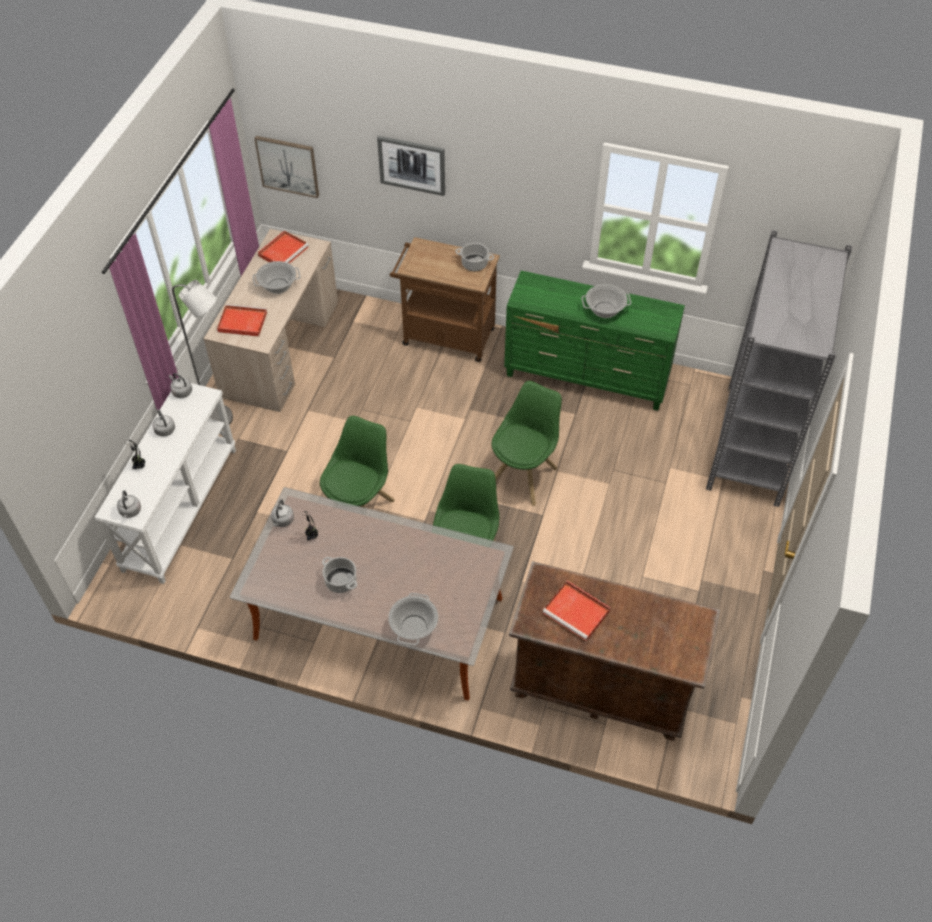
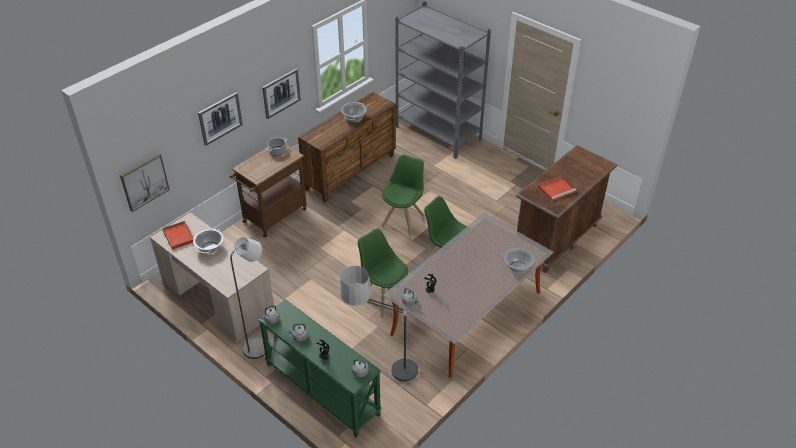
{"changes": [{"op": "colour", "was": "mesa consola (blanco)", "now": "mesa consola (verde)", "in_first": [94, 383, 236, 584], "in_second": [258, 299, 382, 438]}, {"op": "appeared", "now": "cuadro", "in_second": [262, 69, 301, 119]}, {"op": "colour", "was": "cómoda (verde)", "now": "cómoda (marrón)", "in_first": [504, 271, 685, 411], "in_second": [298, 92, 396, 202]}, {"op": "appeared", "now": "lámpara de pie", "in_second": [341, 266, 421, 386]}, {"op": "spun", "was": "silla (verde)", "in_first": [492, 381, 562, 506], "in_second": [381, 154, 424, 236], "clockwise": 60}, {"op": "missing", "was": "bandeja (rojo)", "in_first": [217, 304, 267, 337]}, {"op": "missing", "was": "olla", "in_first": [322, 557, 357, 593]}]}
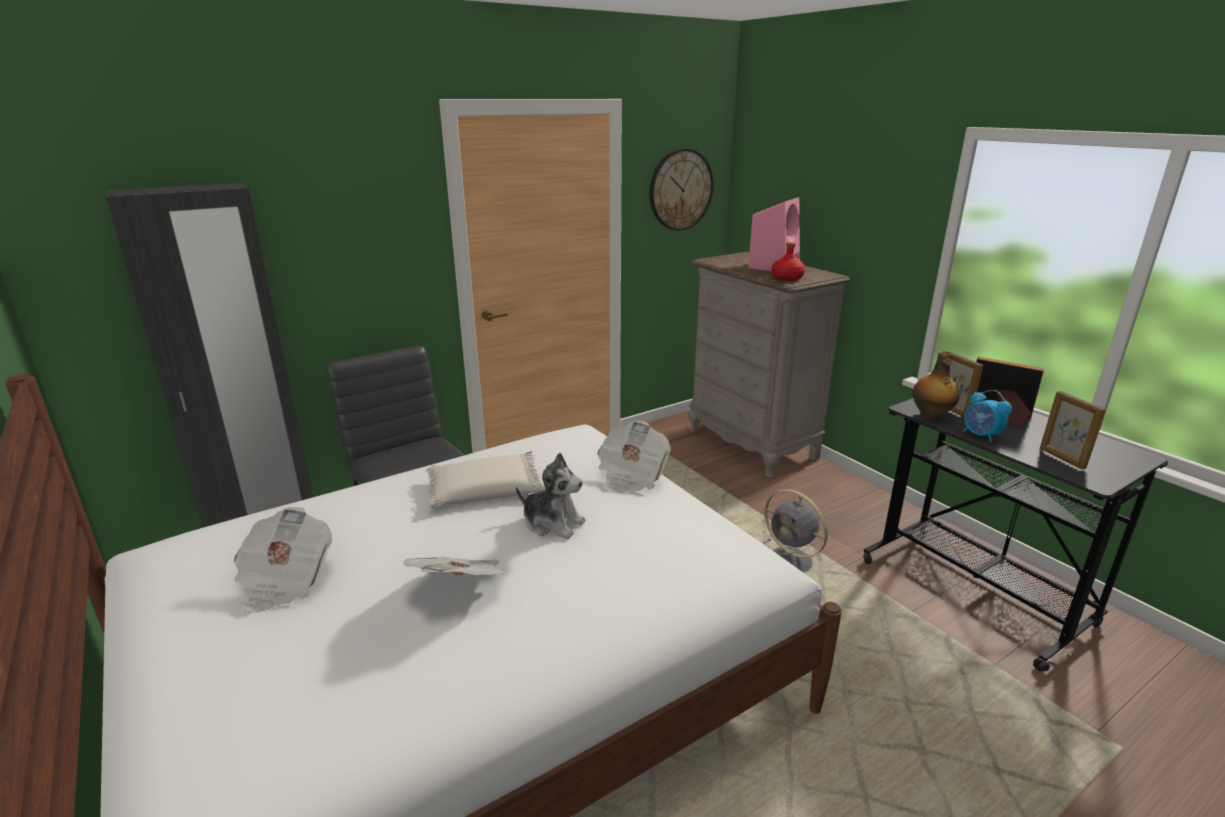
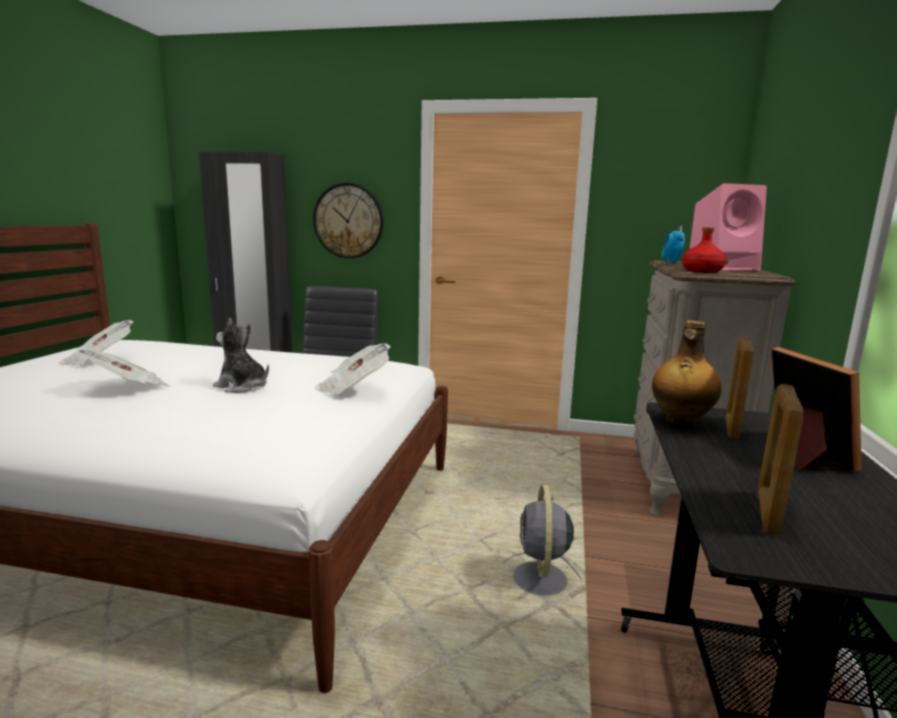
{"changes": [{"op": "spun", "was": "peluche", "in_first": [516, 452, 586, 539], "in_second": [213, 318, 269, 393], "clockwise": 135}, {"op": "relocated", "was": "reloj de pared", "in_first": [649, 148, 714, 230], "in_second": [313, 183, 383, 258]}, {"op": "relocated", "was": "despertador", "in_first": [963, 390, 1012, 443], "in_second": [662, 226, 685, 263]}, {"op": "missing", "was": "cojín (blanco)", "in_first": [426, 451, 546, 508]}]}
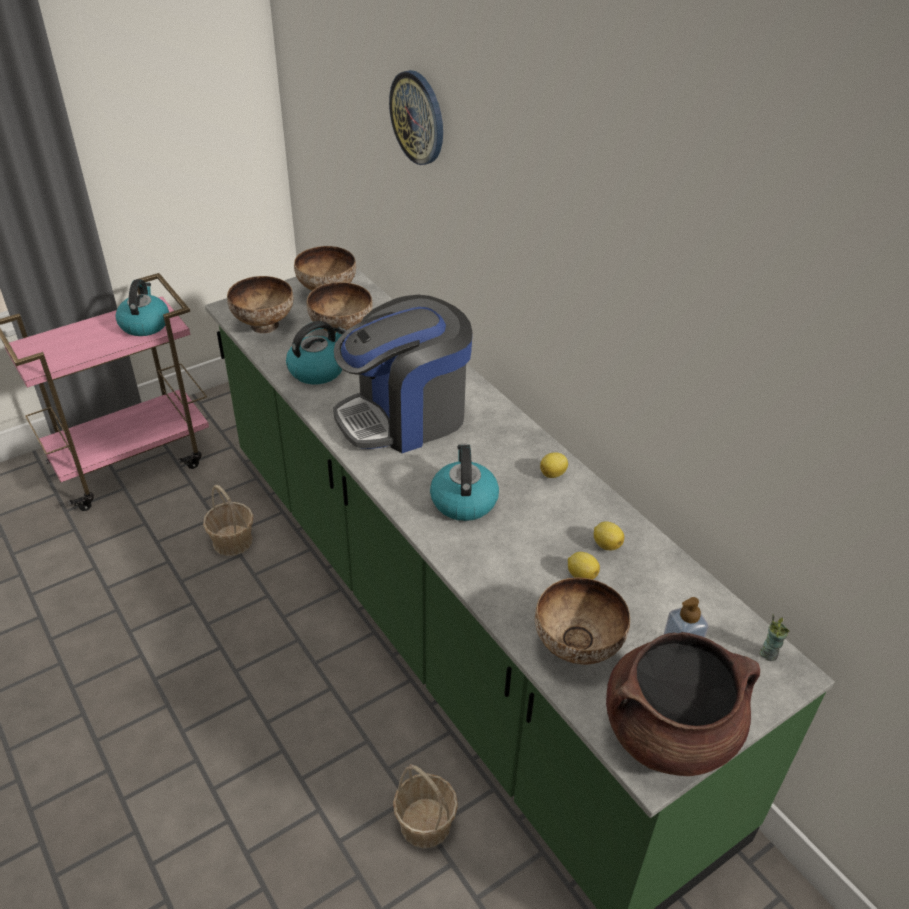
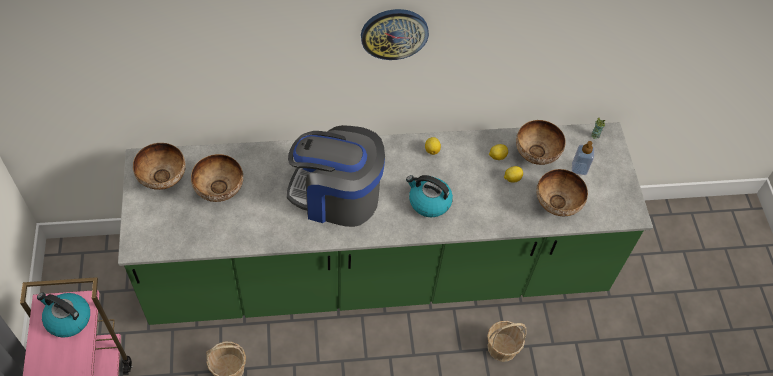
{"changes": [{"op": "spun", "was": "cafetera", "in_first": [333, 295, 473, 453], "in_second": [287, 125, 385, 227], "clockwise": 105}, {"op": "relocated", "was": "reloj de pared", "in_first": [389, 70, 443, 165], "in_second": [361, 9, 429, 60]}, {"op": "relocated", "was": "cuenco", "in_first": [227, 276, 294, 333], "in_second": [516, 120, 565, 165]}, {"op": "missing", "was": "hervidor", "in_first": [286, 321, 346, 384]}, {"op": "missing", "was": "olla (marrón)", "in_first": [606, 632, 760, 776]}]}
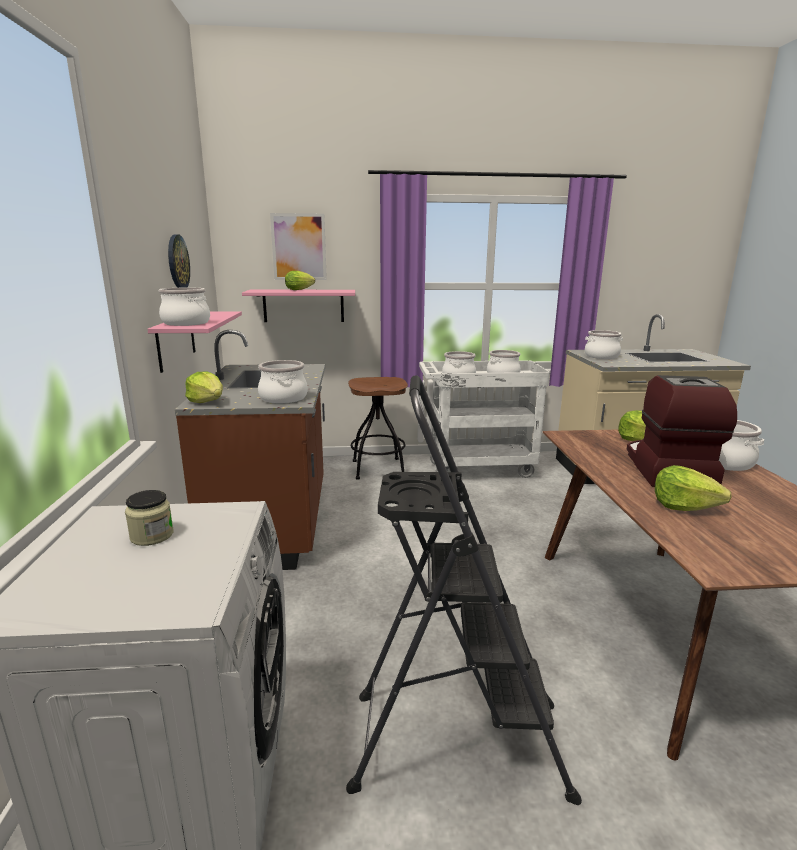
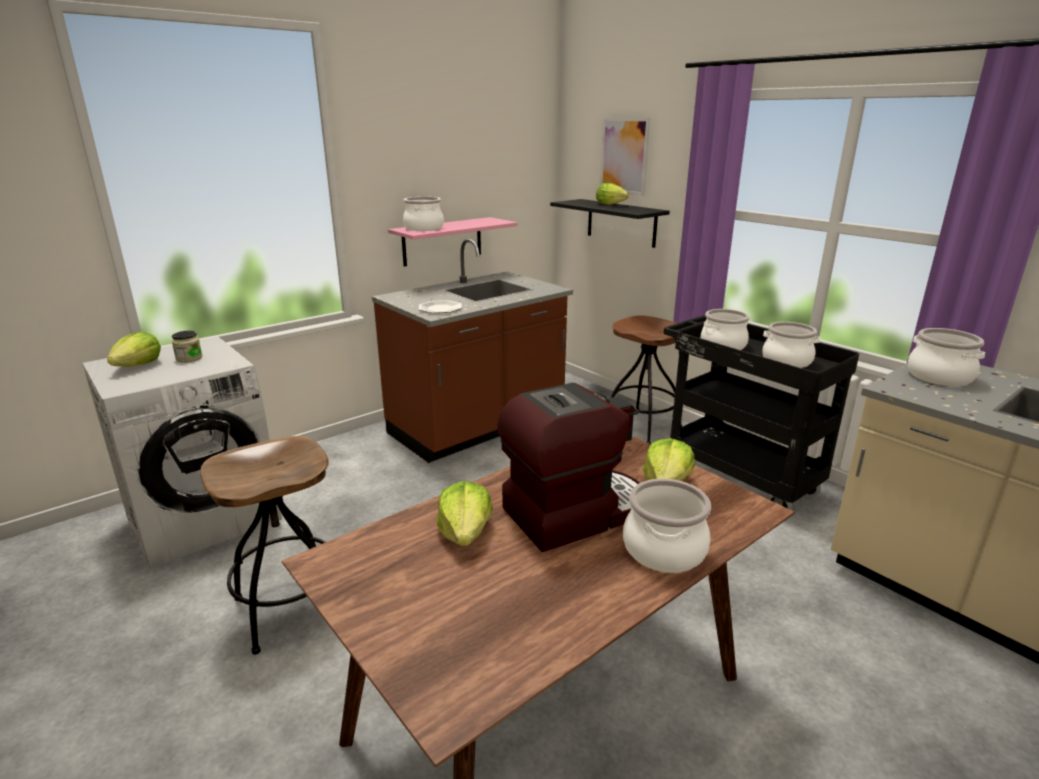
{"changes": [{"op": "relocated", "was": "lechuga", "in_first": [185, 372, 223, 403], "in_second": [107, 332, 161, 367]}, {"op": "exchanged", "was": "escalera de tijera", "now": "taburete (marrón)", "in_first": [346, 375, 582, 805], "in_second": [200, 436, 329, 655]}, {"op": "exchanged", "was": "olla", "now": "plato", "in_first": [258, 360, 308, 403], "in_second": [418, 300, 462, 313]}, {"op": "colour", "was": "estante (rosa)", "now": "estante (negro)", "in_first": [242, 290, 355, 322], "in_second": [550, 199, 670, 248]}, {"op": "colour", "was": "carrito (blanco)", "now": "carrito (negro)", "in_first": [419, 361, 550, 478], "in_second": [663, 315, 859, 510]}, {"op": "missing", "was": "reloj de pared", "in_first": [168, 234, 190, 288]}]}
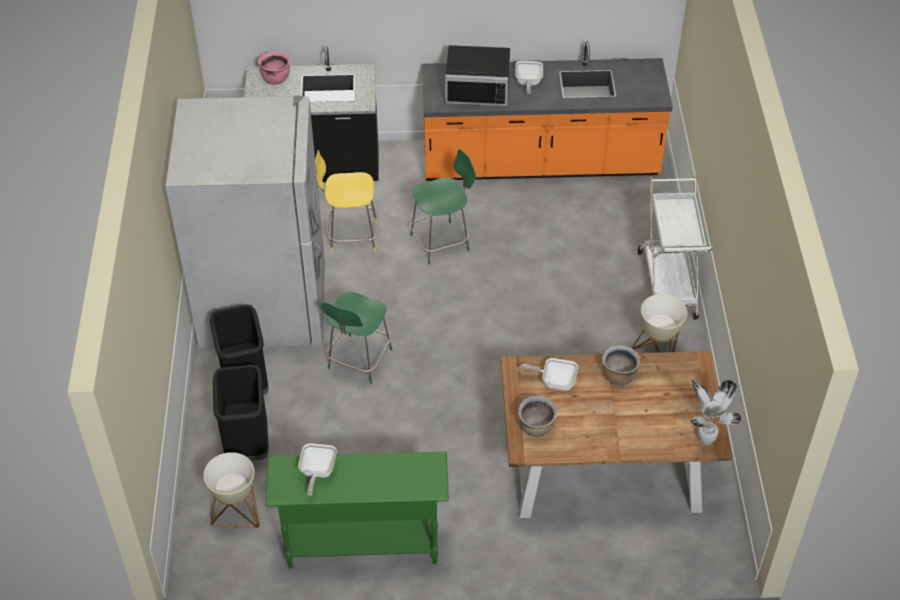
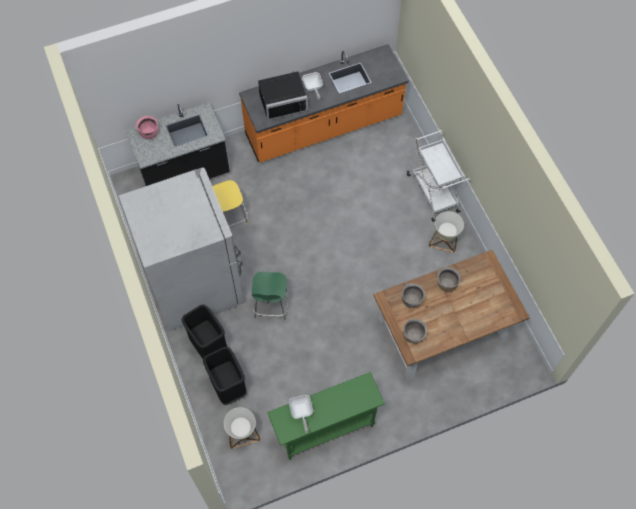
{"changes": [{"op": "exchanged", "was": "sartén", "now": "olla (marrón)", "in_first": [520, 358, 578, 391], "in_second": [402, 283, 425, 308]}, {"op": "missing", "was": "taburete (verde)", "in_first": [410, 149, 476, 264]}, {"op": "missing", "was": "planta en maceta", "in_first": [690, 379, 741, 445]}]}
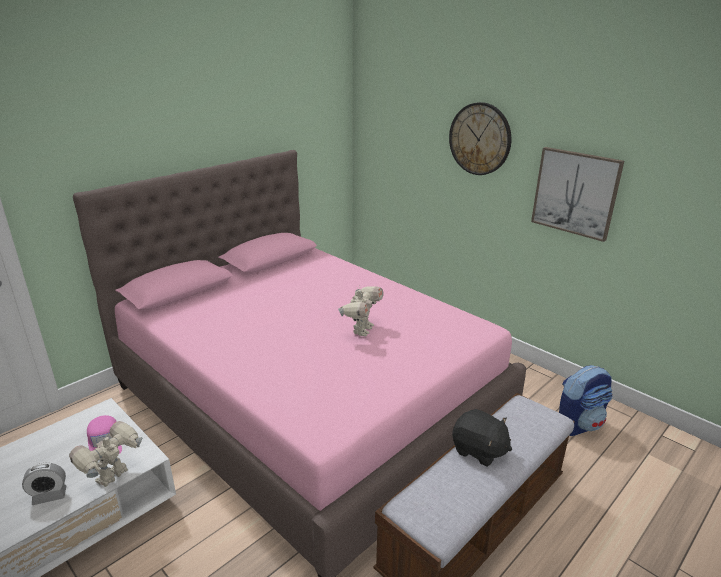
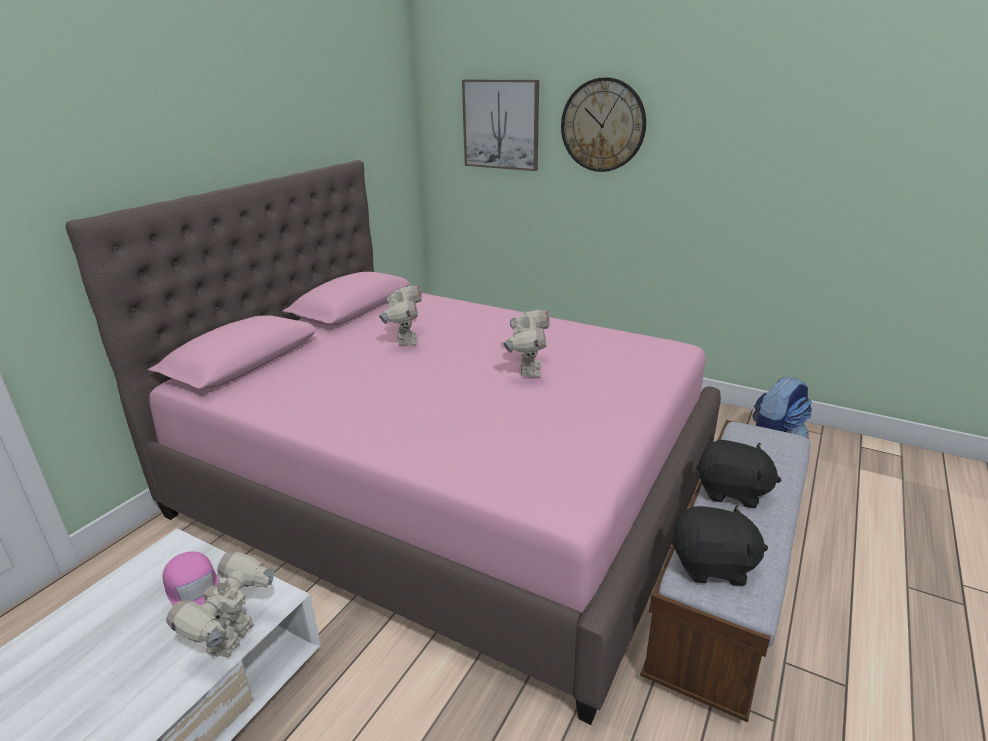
{"changes": [{"op": "appeared", "now": "robot de juguete", "in_second": [379, 284, 422, 346]}, {"op": "relocated", "was": "cuadro", "in_first": [531, 147, 624, 242], "in_second": [462, 79, 539, 171]}, {"op": "appeared", "now": "peluche (negro)", "in_second": [671, 504, 768, 586]}, {"op": "missing", "was": "despertador", "in_first": [22, 463, 66, 505]}]}
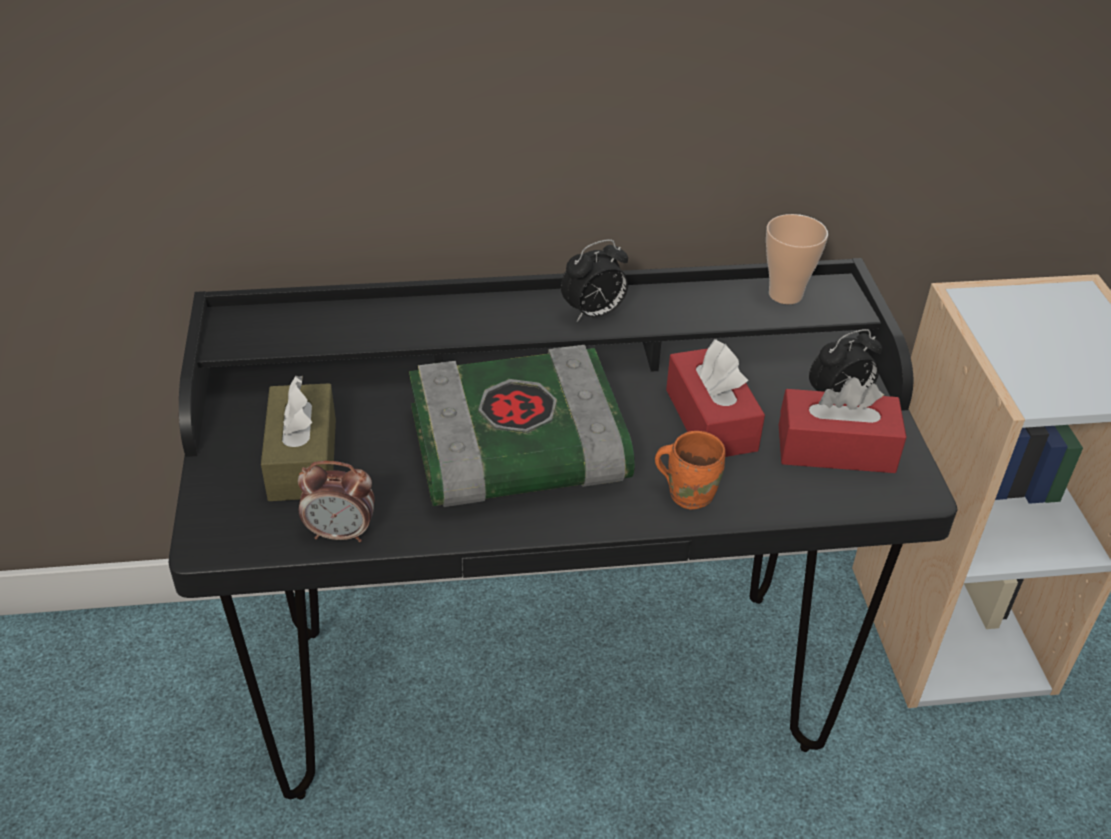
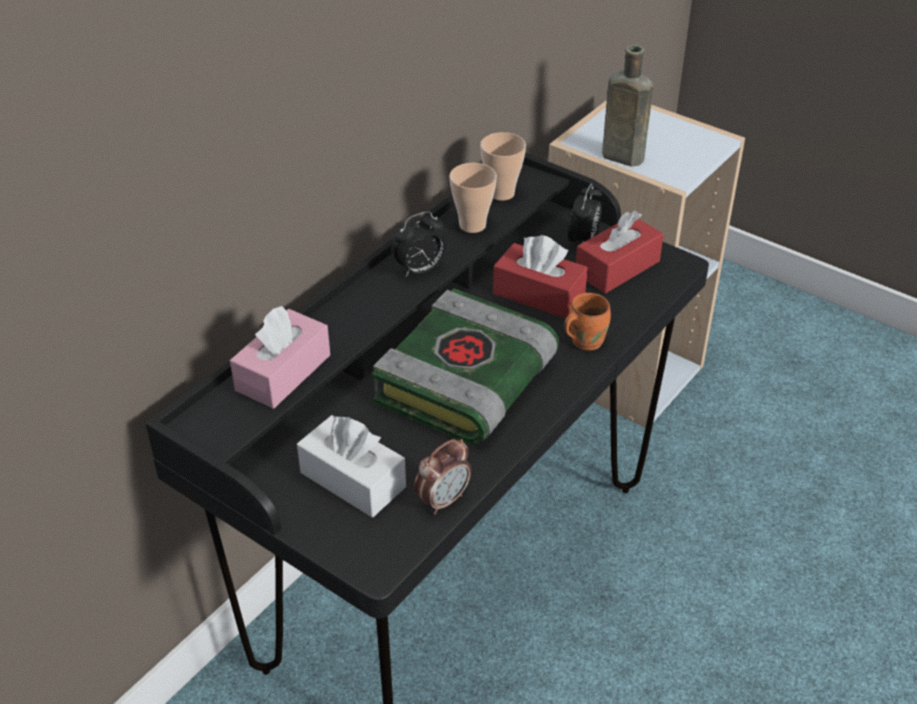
{"changes": [{"op": "appeared", "now": "caja de pañuelos (rosa)", "in_second": [230, 306, 330, 409]}, {"op": "colour", "was": "caja de pañuelos (marrón)", "now": "caja de pañuelos (blanco)", "in_first": [261, 376, 336, 501], "in_second": [297, 415, 406, 517]}, {"op": "spun", "was": "despertador", "in_first": [561, 239, 628, 322], "in_second": [391, 211, 445, 276], "clockwise": 45}, {"op": "appeared", "now": "taza", "in_second": [449, 163, 497, 233]}, {"op": "appeared", "now": "botella (marrón)", "in_second": [602, 45, 653, 167]}]}
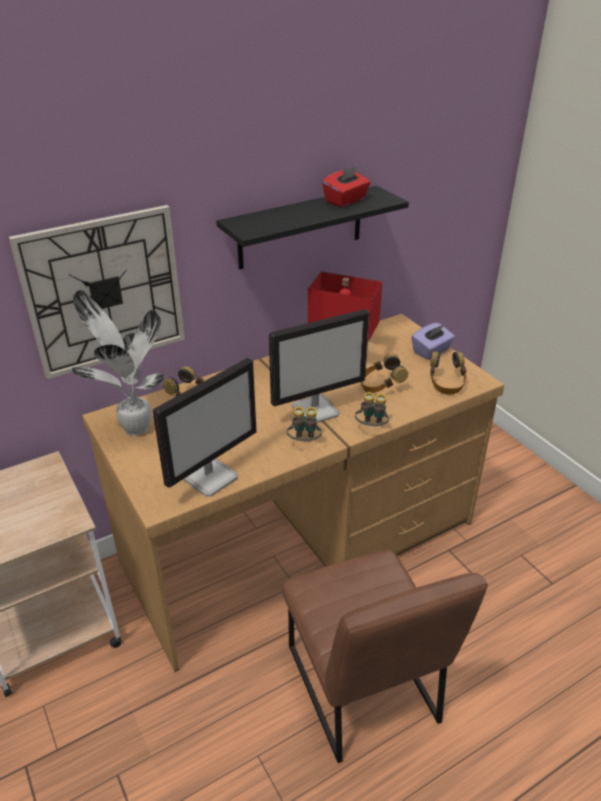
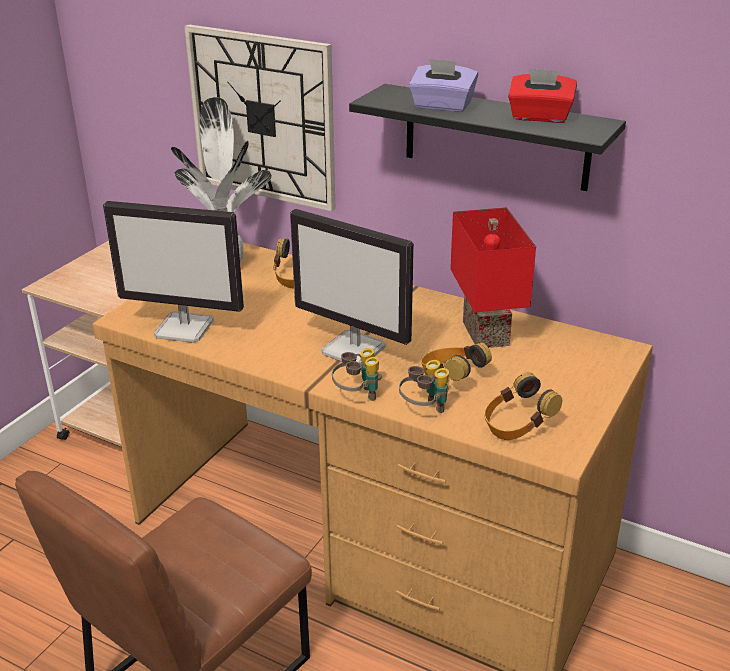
{"changes": [{"op": "relocated", "was": "prismáticos", "in_first": [287, 406, 322, 441], "in_second": [399, 360, 449, 413]}, {"op": "relocated", "was": "caja de pañuelos (morado)", "in_first": [412, 323, 455, 360], "in_second": [409, 58, 478, 112]}]}
